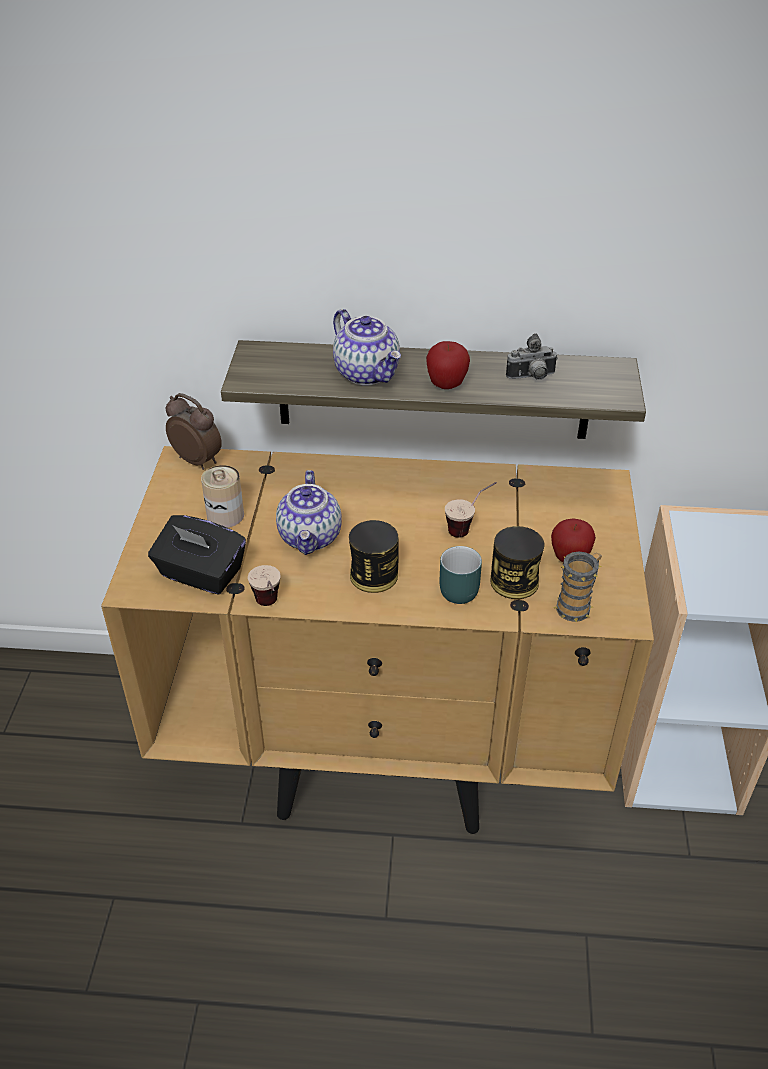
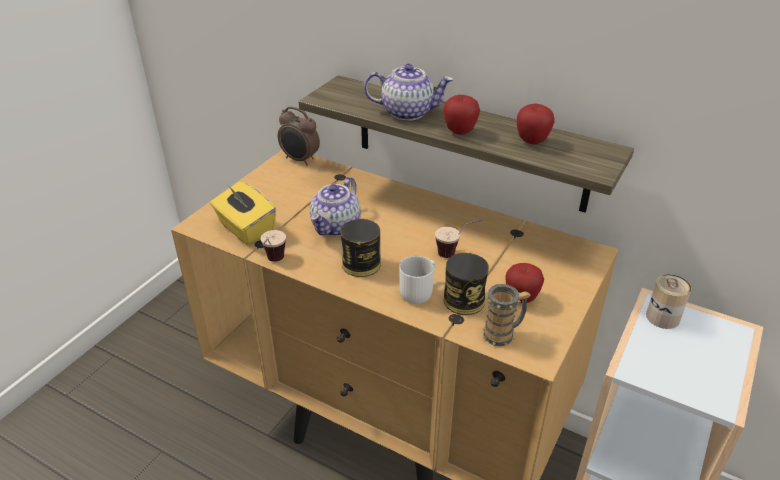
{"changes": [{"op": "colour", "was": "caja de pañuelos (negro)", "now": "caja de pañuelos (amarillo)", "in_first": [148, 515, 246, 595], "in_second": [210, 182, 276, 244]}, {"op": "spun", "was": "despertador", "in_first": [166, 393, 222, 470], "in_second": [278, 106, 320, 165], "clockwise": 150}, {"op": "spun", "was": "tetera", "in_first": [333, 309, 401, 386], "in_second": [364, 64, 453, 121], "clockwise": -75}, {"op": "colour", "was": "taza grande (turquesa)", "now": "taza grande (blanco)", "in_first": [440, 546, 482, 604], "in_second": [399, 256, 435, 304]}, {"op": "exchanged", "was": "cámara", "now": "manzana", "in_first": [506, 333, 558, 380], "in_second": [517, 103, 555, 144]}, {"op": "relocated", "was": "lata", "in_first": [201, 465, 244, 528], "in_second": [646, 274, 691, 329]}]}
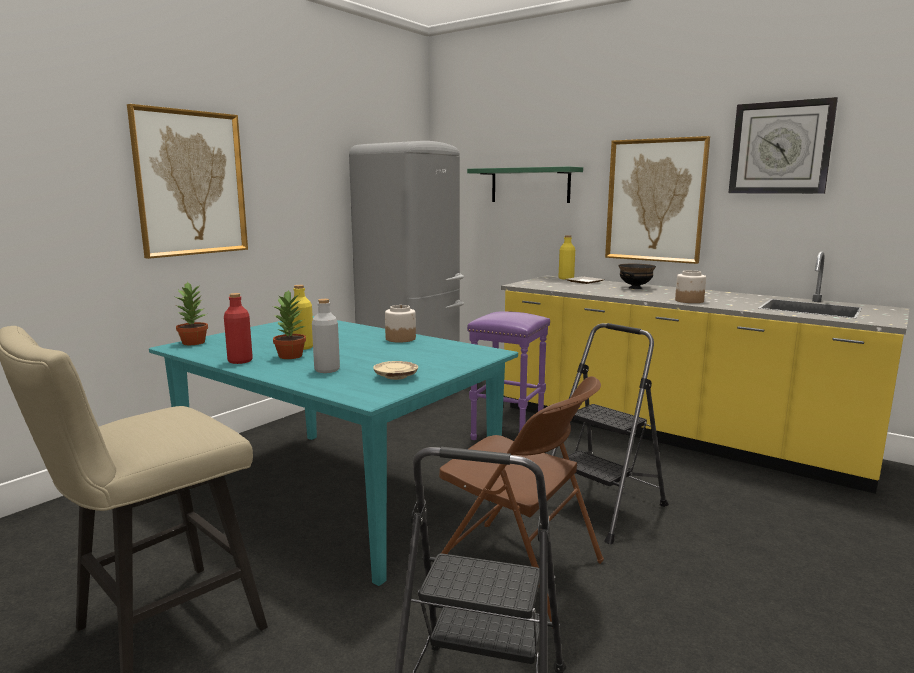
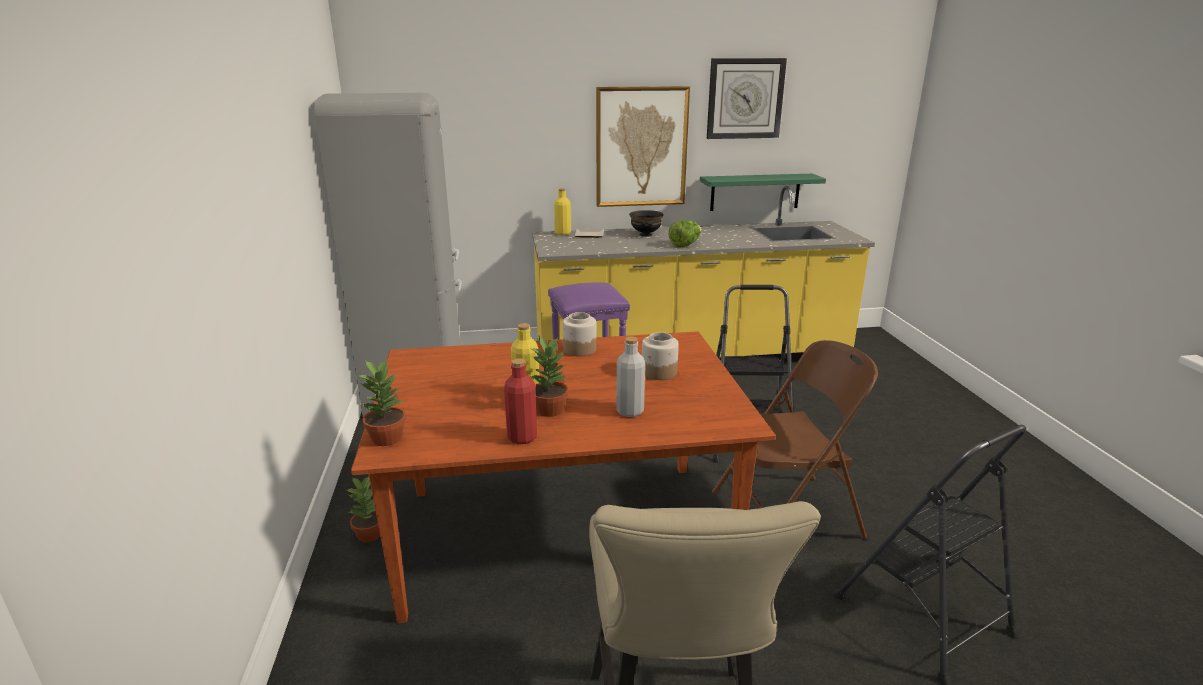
{"changes": [{"op": "appeared", "now": "planta en maceta", "in_second": [347, 477, 380, 542]}, {"op": "colour", "was": "mesa de comedor (turquesa)", "now": "mesa de comedor (marrón)", "in_first": [149, 316, 518, 586], "in_second": [351, 331, 776, 623]}, {"op": "relocated", "was": "tarro", "in_first": [675, 270, 706, 303], "in_second": [642, 332, 679, 380]}, {"op": "appeared", "now": "lechuga", "in_second": [668, 220, 701, 248]}, {"op": "relocated", "was": "estante (verde)", "in_first": [467, 166, 583, 203], "in_second": [700, 174, 826, 211]}, {"op": "missing", "was": "cuadro", "in_first": [127, 104, 248, 259]}, {"op": "missing", "was": "plato (beis)", "in_first": [373, 361, 418, 380]}]}
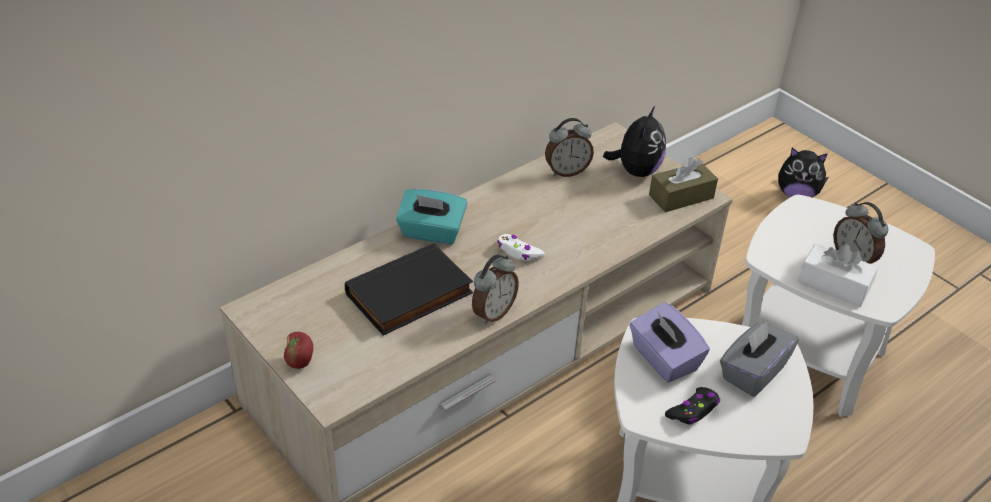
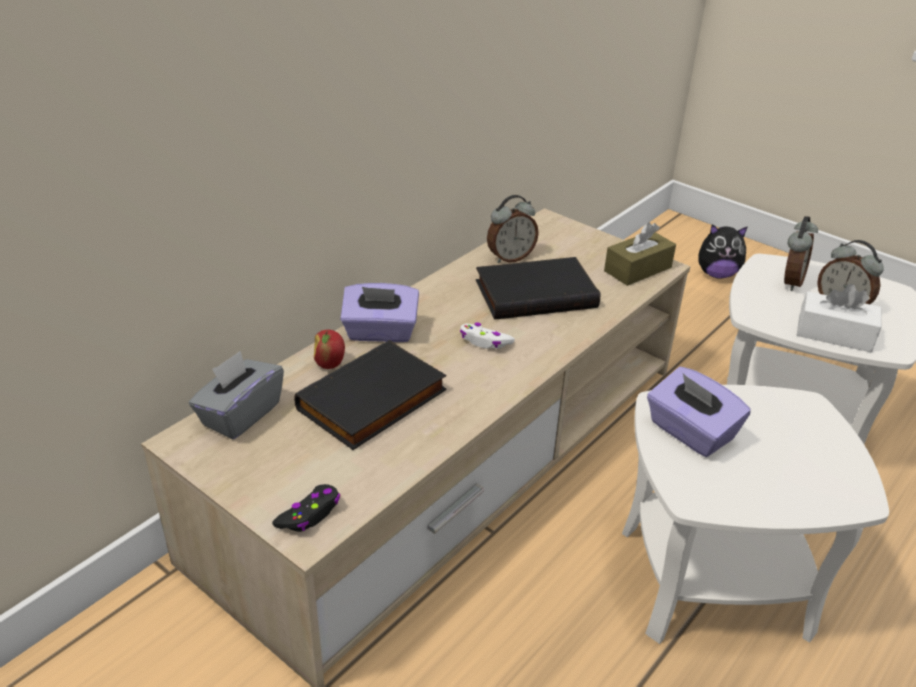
{"changes": [{"op": "relocated", "was": "caja de pañuelos (gris)", "in_first": [720, 320, 799, 397], "in_second": [189, 351, 284, 439]}, {"op": "relocated", "was": "mando de consola (negro)", "in_first": [665, 387, 720, 424], "in_second": [272, 484, 340, 532]}, {"op": "relocated", "was": "manzana", "in_first": [284, 332, 313, 369], "in_second": [314, 330, 345, 369]}, {"op": "colour", "was": "caja de pañuelos (turquesa)", "now": "caja de pañuelos (morado)", "in_first": [396, 189, 468, 245], "in_second": [340, 283, 419, 342]}, {"op": "appeared", "now": "libro (negro)", "in_second": [476, 257, 600, 320]}, {"op": "relocated", "was": "despertador", "in_first": [472, 254, 519, 325], "in_second": [784, 216, 818, 291]}, {"op": "missing", "was": "peluche", "in_first": [603, 106, 666, 177]}]}
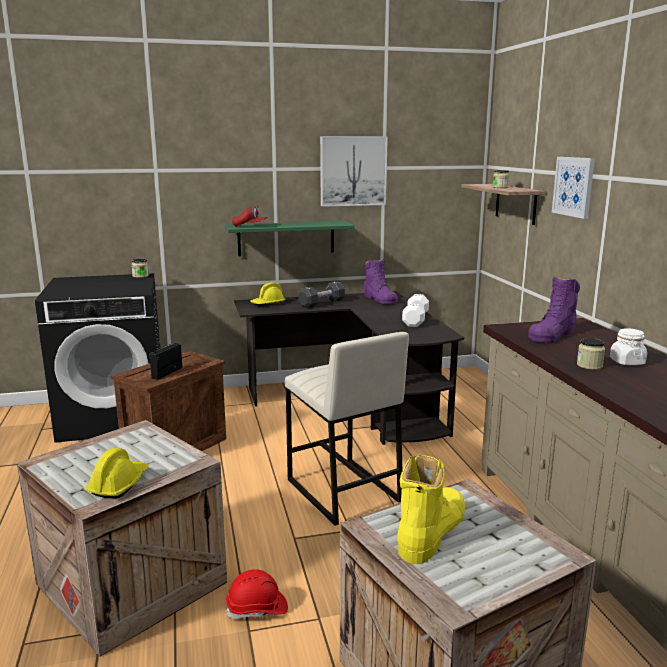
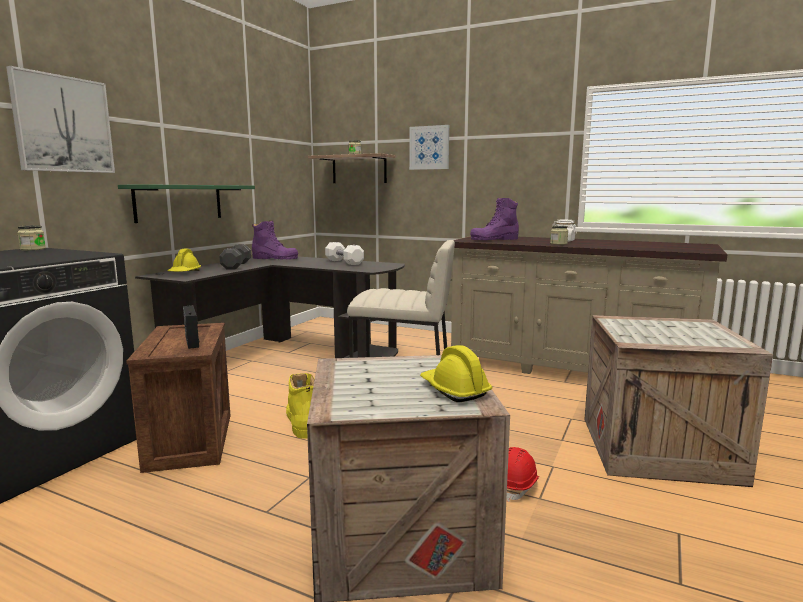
{"changes": [{"op": "relocated", "was": "cuadro", "in_first": [320, 136, 388, 207], "in_second": [6, 66, 115, 173]}, {"op": "relocated", "was": "bota (amarillo)", "in_first": [397, 454, 465, 564], "in_second": [286, 373, 315, 439]}, {"op": "spun", "was": "bota (morado)", "in_first": [528, 277, 580, 343], "in_second": [470, 198, 519, 240], "clockwise": 75}, {"op": "missing", "was": "gorra (rojo)", "in_first": [232, 205, 268, 227]}]}
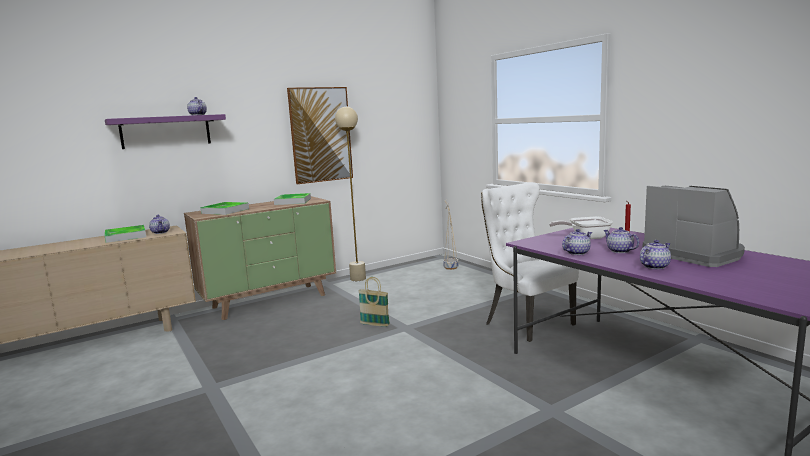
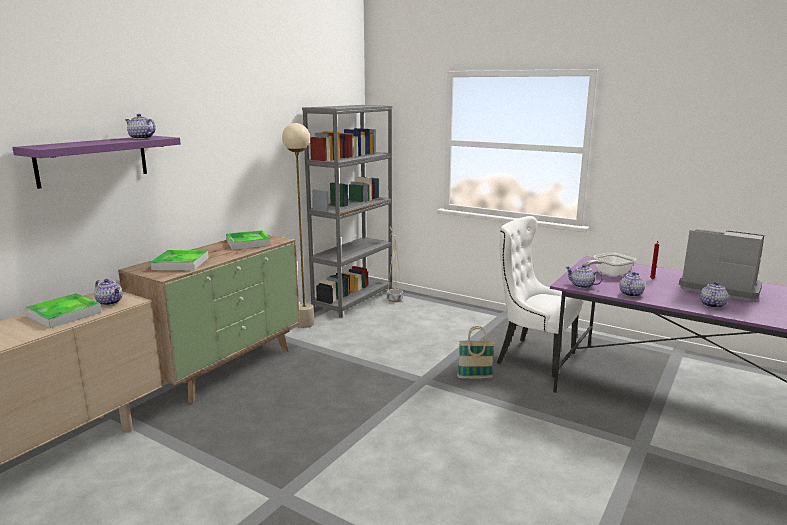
{"changes": [{"op": "appeared", "now": "estantería (gris)", "in_second": [302, 105, 392, 318]}, {"op": "relocated", "was": "cesta", "in_first": [359, 277, 390, 327], "in_second": [457, 326, 495, 379]}, {"op": "relocated", "was": "tetera", "in_first": [604, 227, 639, 253], "in_second": [566, 264, 602, 289]}, {"op": "missing", "was": "cuadro", "in_first": [287, 87, 353, 184]}]}
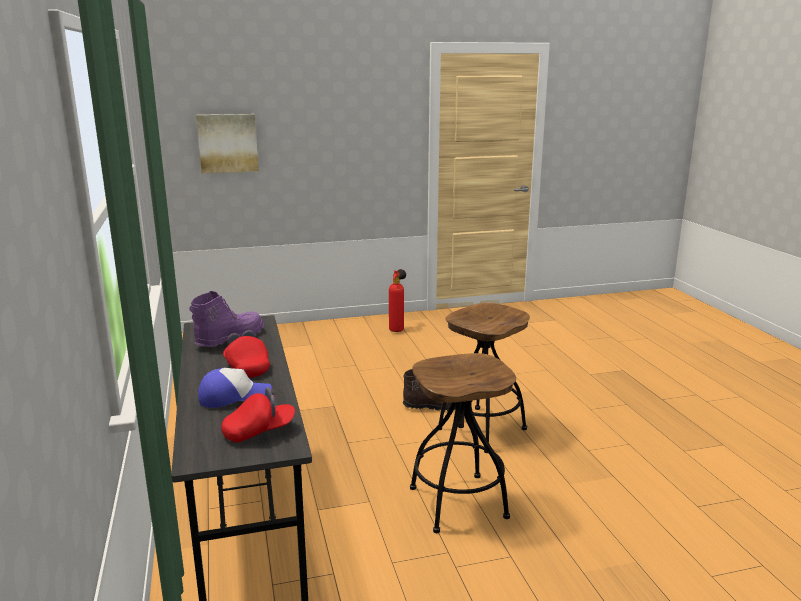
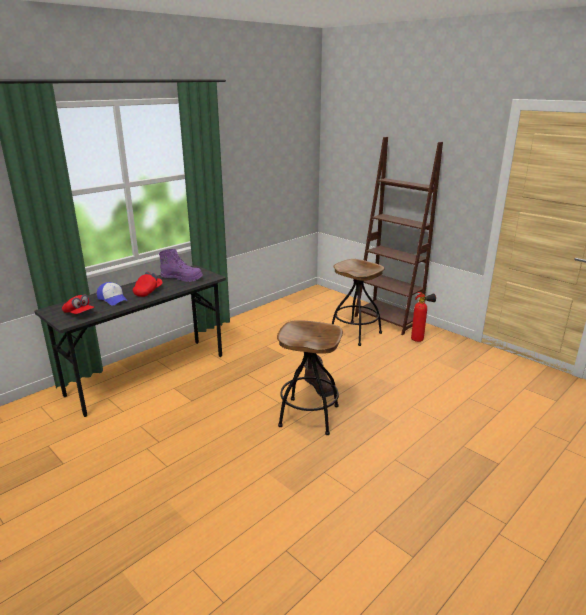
{"changes": [{"op": "relocated", "was": "taburete (marrón)", "in_first": [410, 353, 516, 533], "in_second": [332, 259, 385, 346]}, {"op": "appeared", "now": "estantería (marrón)", "in_second": [355, 137, 443, 335]}, {"op": "missing", "was": "cuadro", "in_first": [196, 114, 259, 173]}]}
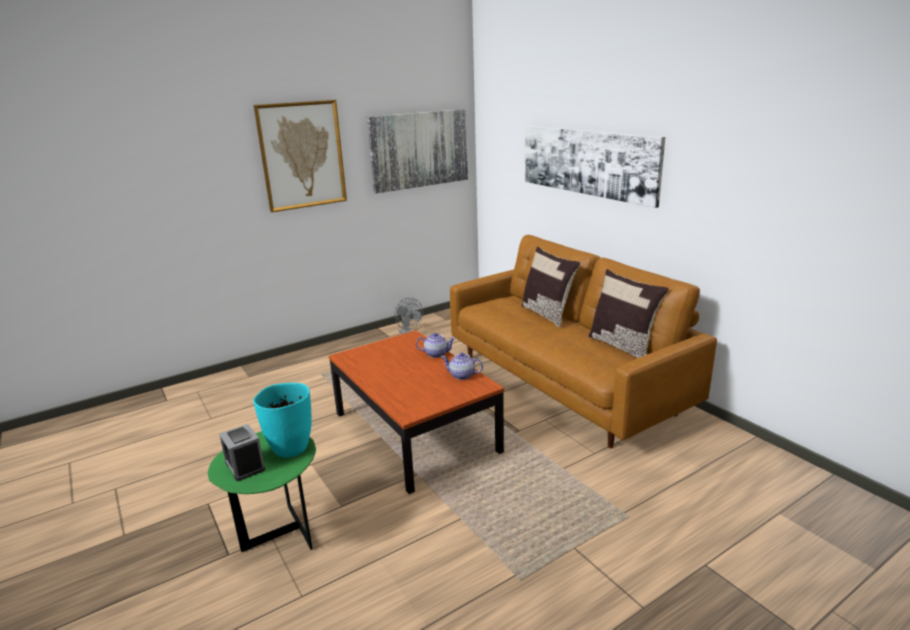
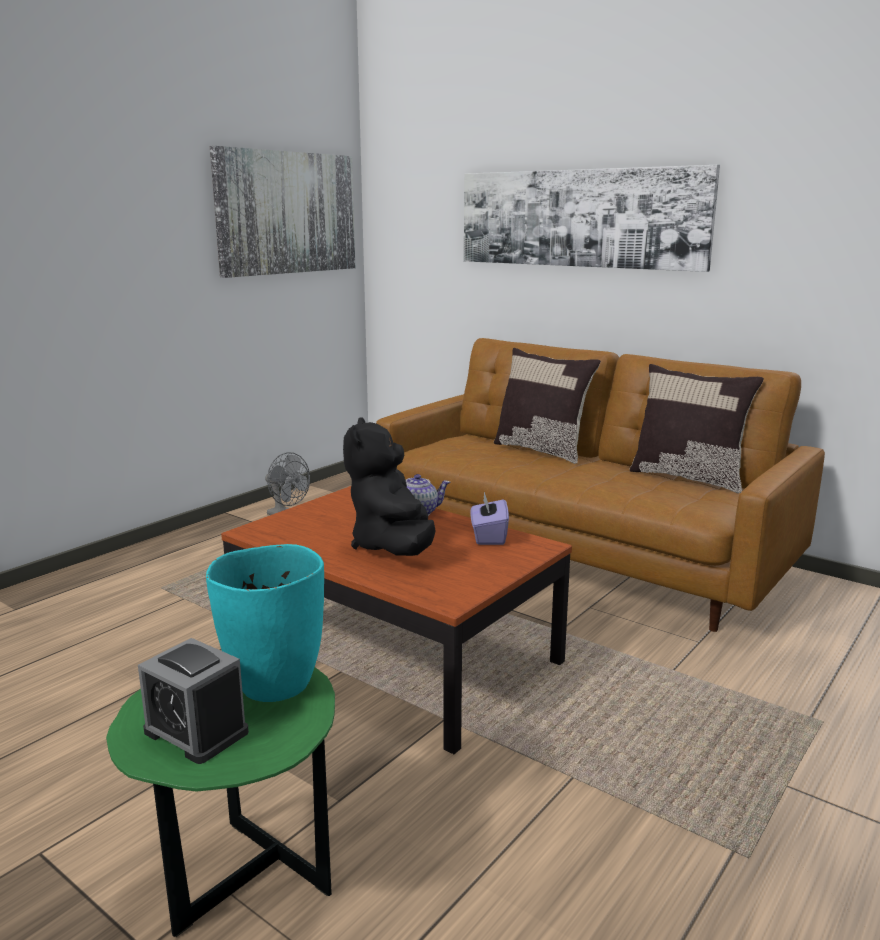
{"changes": [{"op": "appeared", "now": "peluche (negro)", "in_second": [343, 417, 436, 556]}, {"op": "exchanged", "was": "tetera", "now": "caja de pañuelos (morado)", "in_first": [441, 352, 483, 380], "in_second": [471, 492, 509, 545]}, {"op": "missing", "was": "cuadro", "in_first": [254, 100, 347, 212]}]}
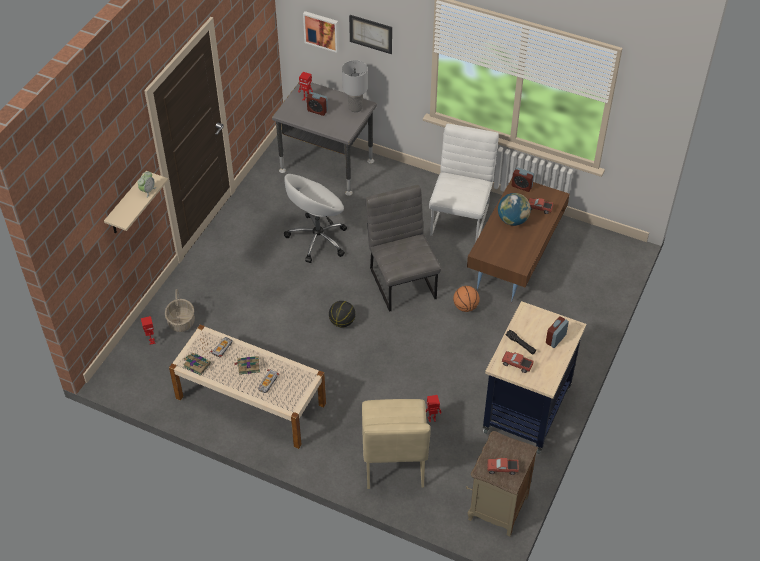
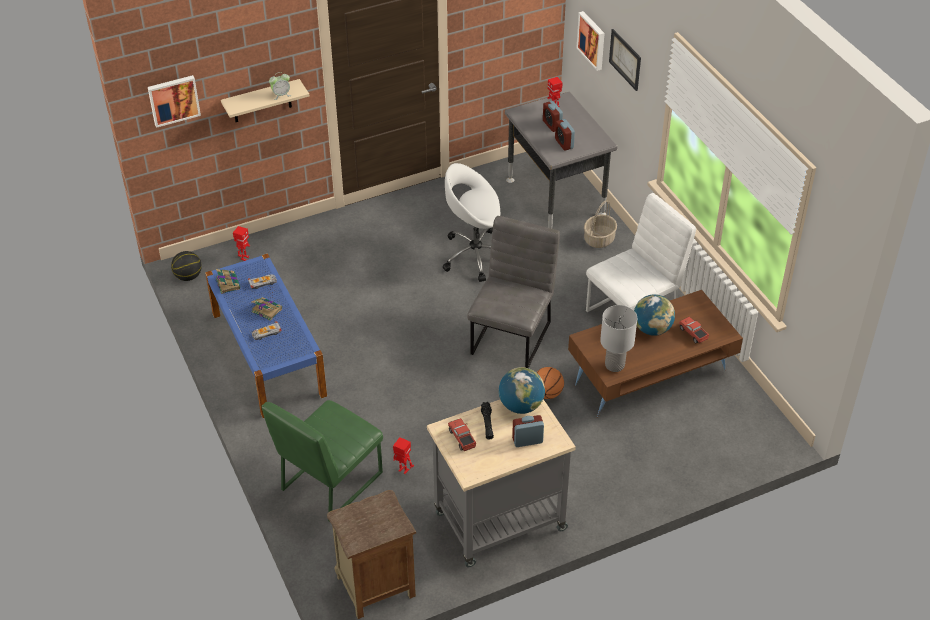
{"changes": [{"op": "appeared", "now": "cuadro", "in_second": [148, 75, 201, 128]}, {"op": "relocated", "was": "balón de baloncesto", "in_first": [329, 301, 355, 327], "in_second": [171, 251, 202, 281]}, {"op": "colour", "was": "banco (beis)", "now": "banco (azul)", "in_first": [169, 325, 326, 449], "in_second": [205, 253, 327, 418]}, {"op": "colour", "was": "silla (beis)", "now": "silla (verde)", "in_first": [362, 399, 431, 489], "in_second": [262, 400, 383, 522]}, {"op": "colour", "was": "carrito (azul)", "now": "carrito (gris)", "in_first": [483, 301, 587, 454], "in_second": [427, 399, 576, 567]}, {"op": "appeared", "now": "globo terráqueo", "in_second": [499, 367, 545, 414]}, {"op": "relocated", "was": "despertador", "in_first": [512, 167, 534, 192], "in_second": [555, 119, 575, 151]}, {"op": "relocated", "was": "cesta", "in_first": [165, 289, 195, 332], "in_second": [584, 200, 617, 248]}, {"op": "relocated", "was": "lámpara de mesa (gris)", "in_first": [342, 60, 368, 112], "in_second": [600, 305, 637, 372]}, {"op": "missing", "was": "camión de juguete", "in_first": [487, 458, 519, 475]}]}
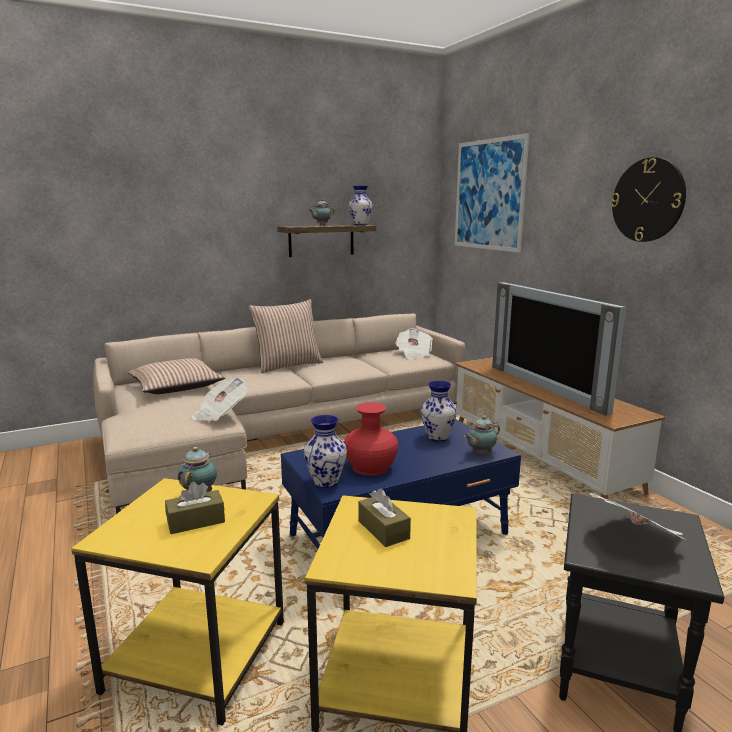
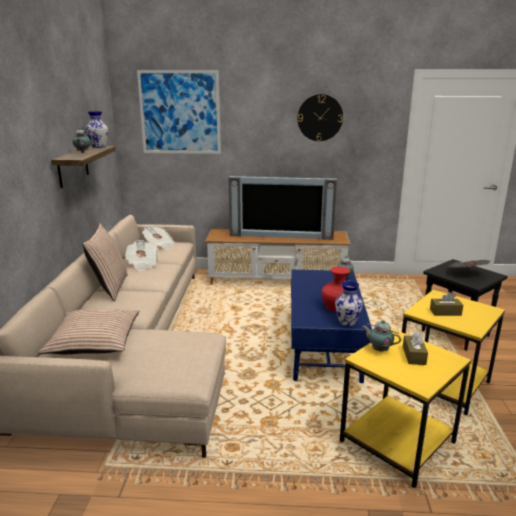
{"changes": [{"op": "relocated", "was": "periódico", "in_first": [191, 378, 248, 421], "in_second": [125, 240, 159, 271]}, {"op": "missing", "was": "florero", "in_first": [421, 380, 457, 441]}]}
